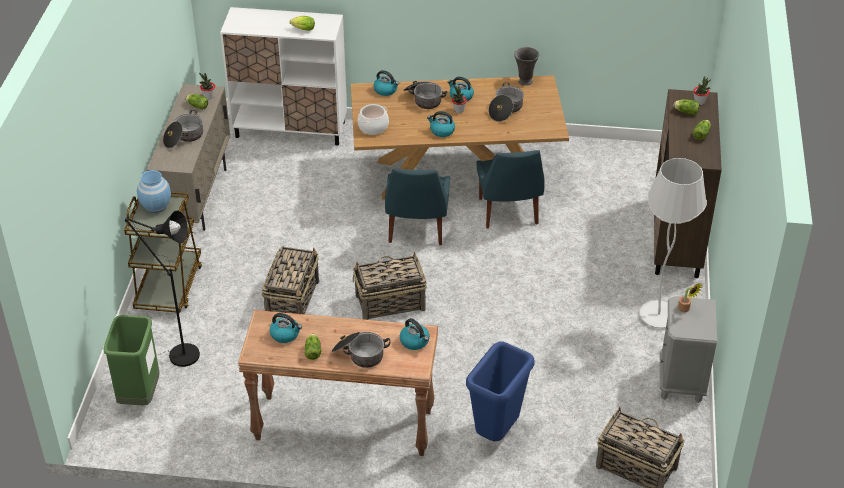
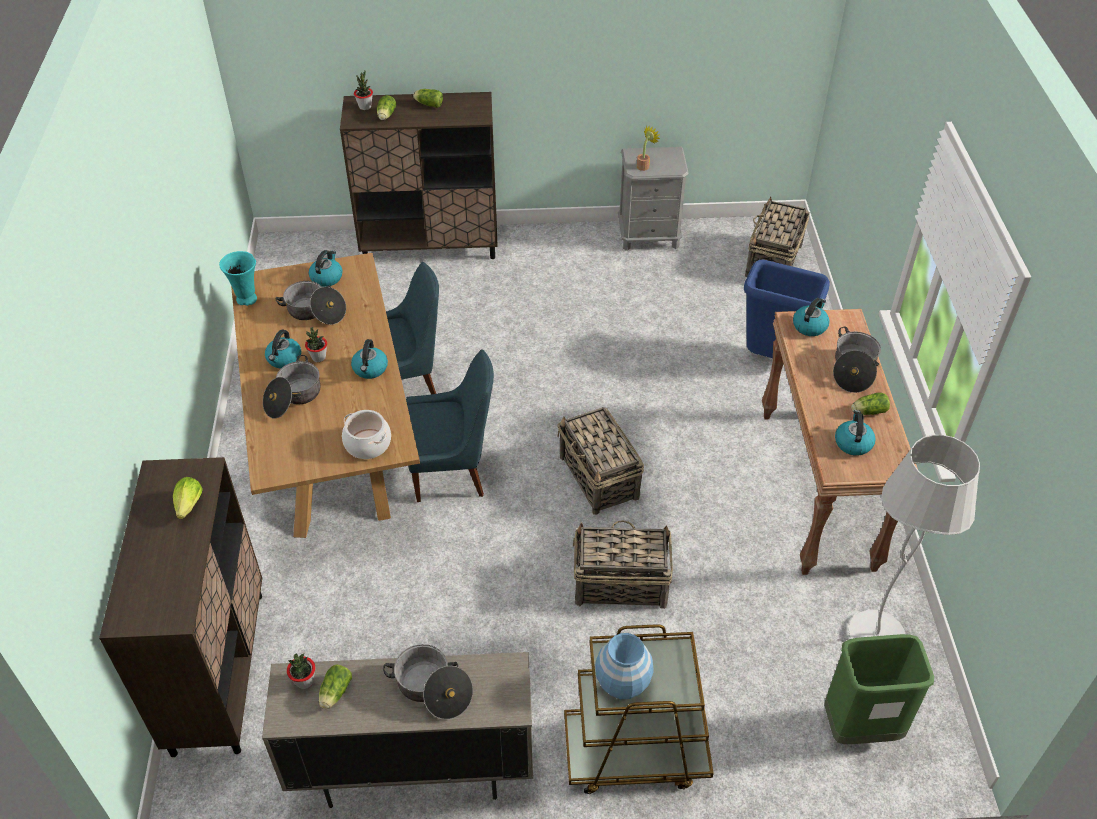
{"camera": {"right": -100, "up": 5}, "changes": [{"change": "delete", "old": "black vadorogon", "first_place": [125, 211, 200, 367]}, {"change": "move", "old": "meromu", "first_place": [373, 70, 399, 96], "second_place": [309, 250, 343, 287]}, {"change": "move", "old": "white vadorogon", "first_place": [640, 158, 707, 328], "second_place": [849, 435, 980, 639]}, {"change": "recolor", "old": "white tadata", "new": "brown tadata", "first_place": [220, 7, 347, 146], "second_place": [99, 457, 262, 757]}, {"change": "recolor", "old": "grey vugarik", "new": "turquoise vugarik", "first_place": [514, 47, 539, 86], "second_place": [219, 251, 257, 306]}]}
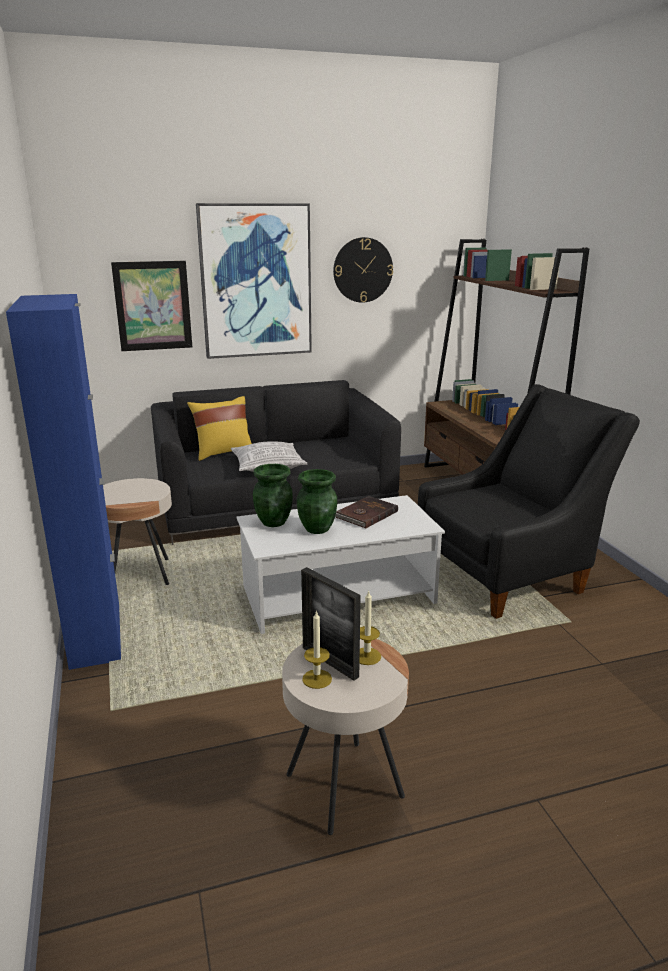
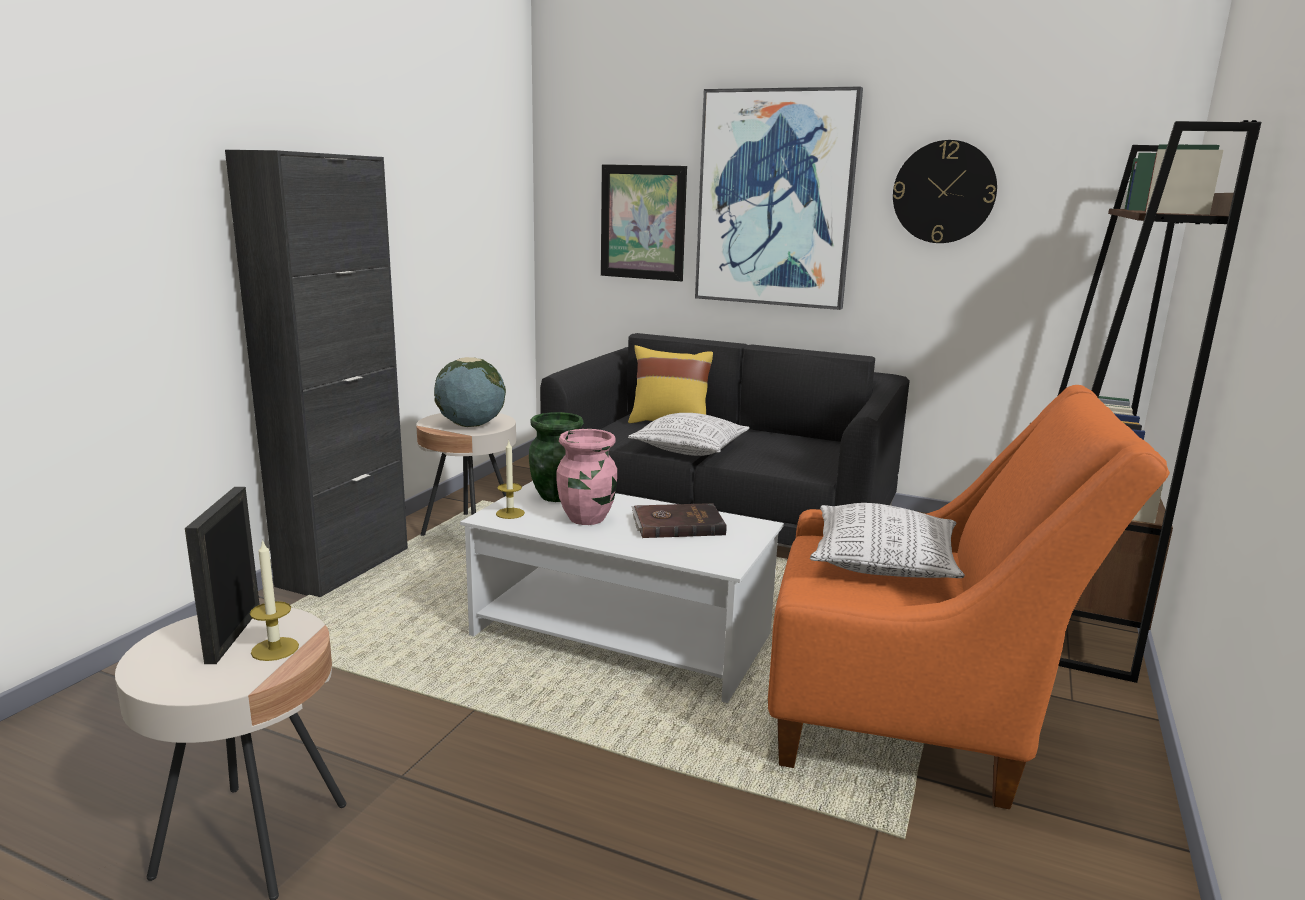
{"camera": {"right": 40, "up": -5}, "changes": [{"change": "insert", "new": "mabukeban", "second_place": [434, 357, 506, 427]}, {"change": "insert", "new": "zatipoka", "second_place": [810, 503, 965, 578]}, {"change": "move", "old": "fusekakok", "first_place": [302, 610, 332, 689], "second_place": [496, 441, 525, 519]}, {"change": "recolor", "old": "blue tadata", "new": "black tadata", "first_place": [6, 294, 121, 670], "second_place": [225, 150, 408, 597]}, {"change": "recolor", "old": "green vugarik", "new": "pink vugarik", "first_place": [297, 469, 337, 534], "second_place": [557, 429, 617, 525]}, {"change": "recolor", "old": "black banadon", "new": "orange banadon", "first_place": [418, 384, 640, 619], "second_place": [768, 385, 1170, 809]}]}
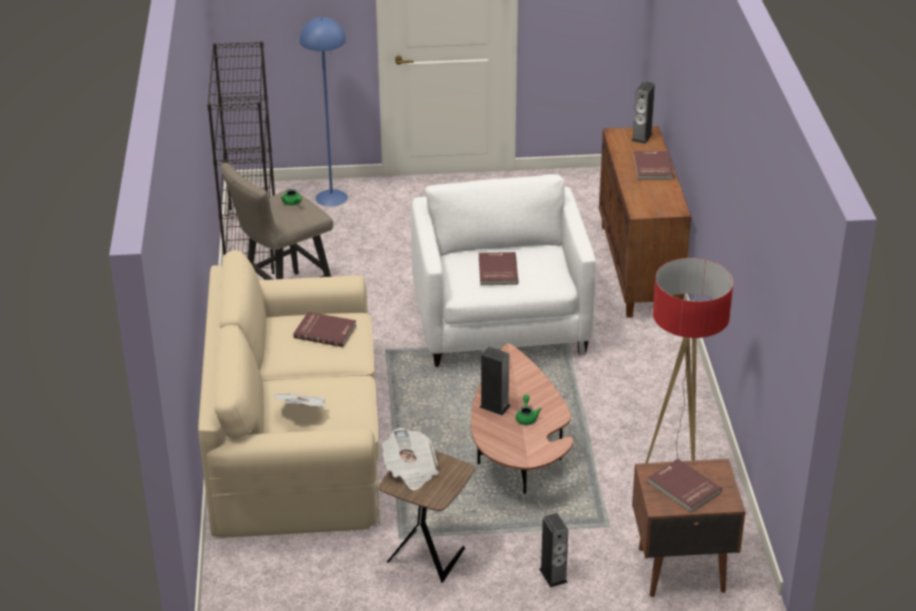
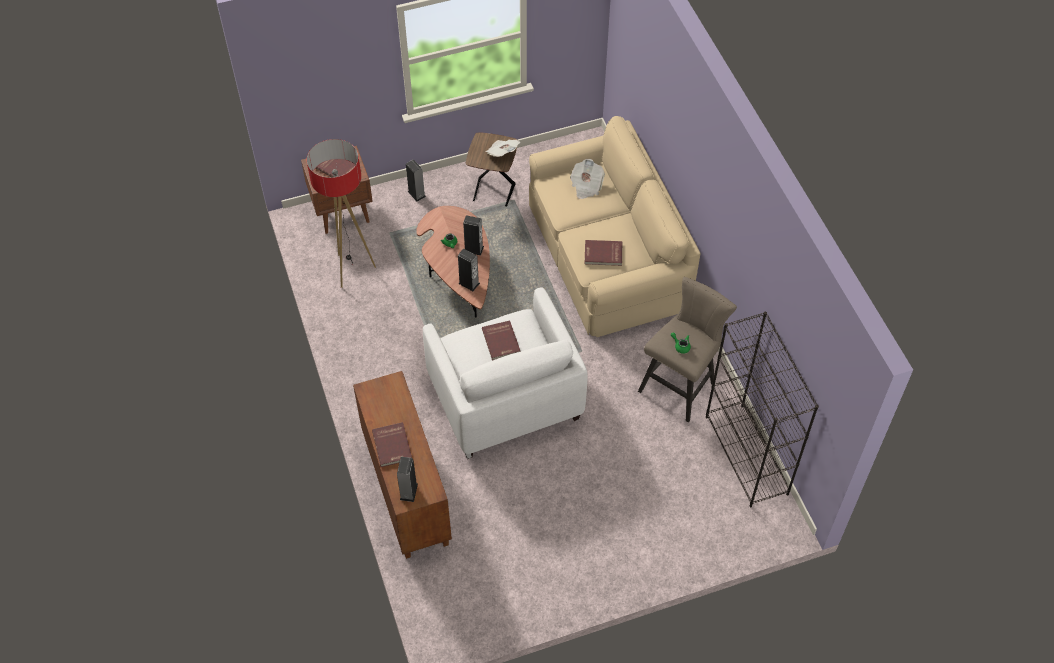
{"camera": {"right": 165, "up": 20}, "changes": [{"change": "delete", "old": "blue vadorogon", "first_place": [300, 17, 348, 206]}, {"change": "insert", "new": "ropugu", "second_place": [458, 249, 480, 291]}]}
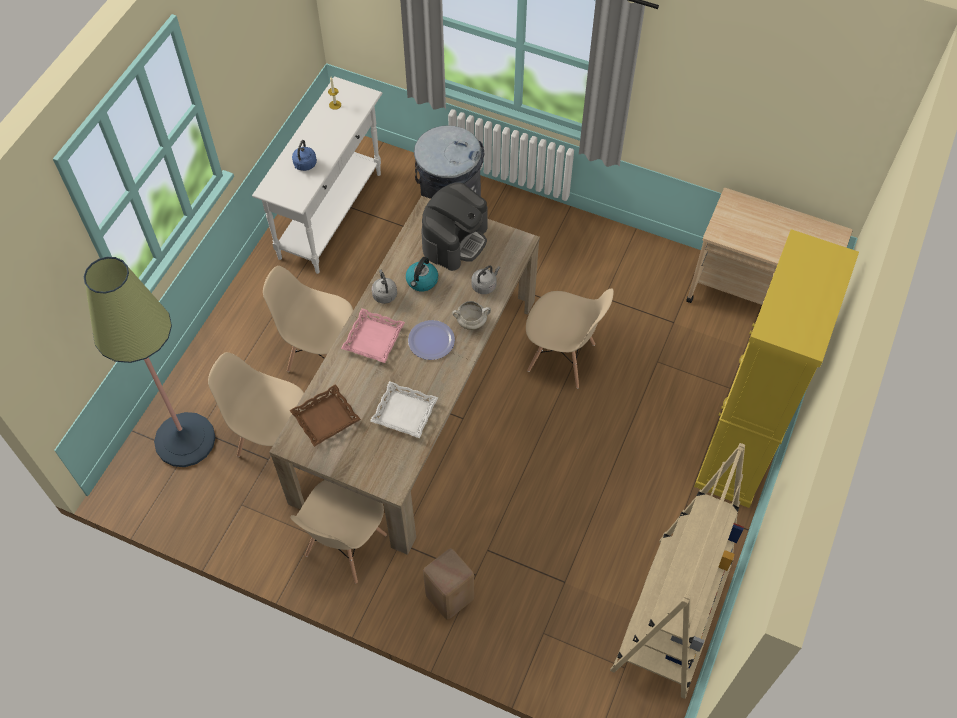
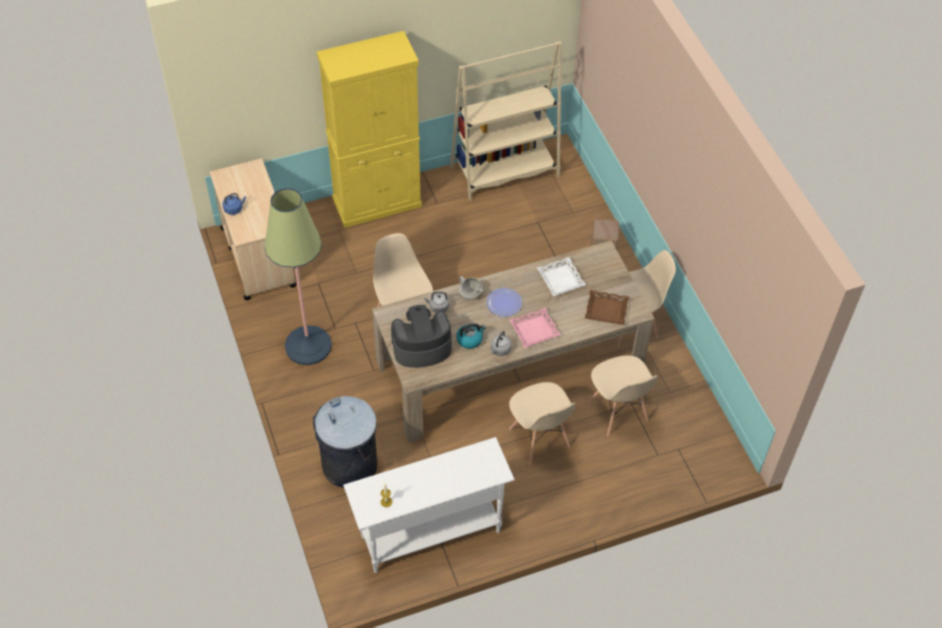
{"camera": {"right": -135, "up": -5}, "changes": [{"change": "move", "old": "vadorogon", "first_place": [84, 257, 216, 467], "second_place": [265, 188, 332, 365]}, {"change": "move", "old": "blue meromu", "first_place": [292, 140, 317, 171], "second_place": [223, 193, 246, 215]}]}
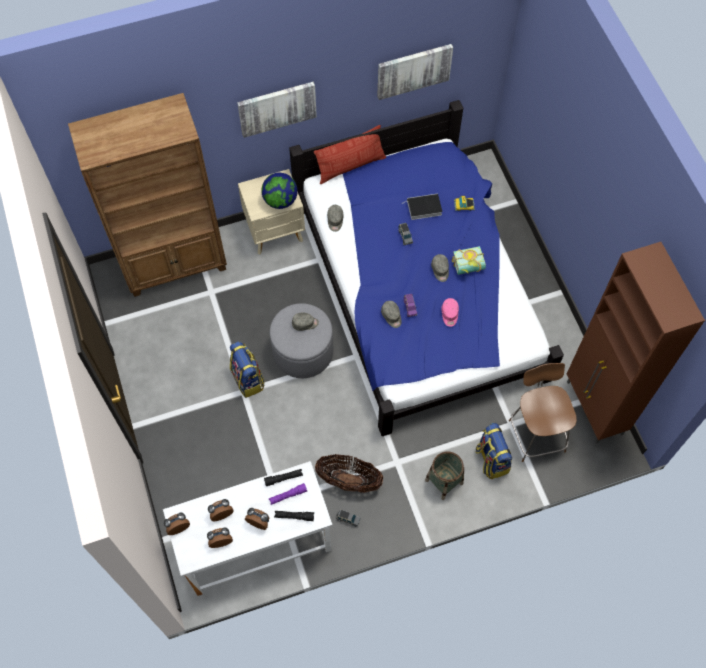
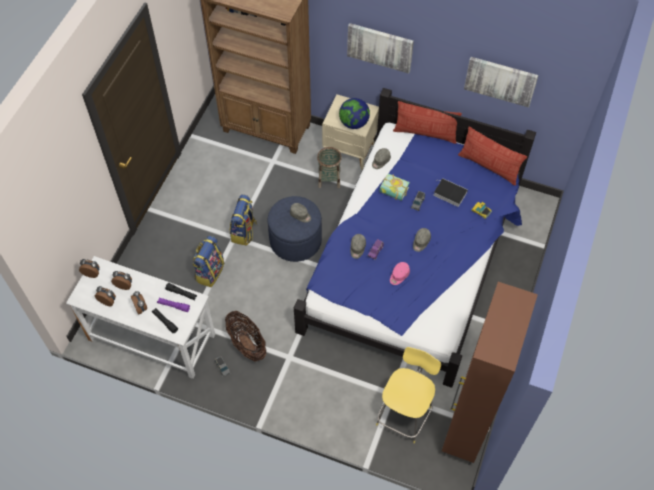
{"camera": {"right": 40, "up": -5}, "changes": [{"change": "insert", "new": "zatipoka", "second_place": [458, 126, 527, 186]}, {"change": "move", "old": "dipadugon", "first_place": [425, 451, 464, 500], "second_place": [317, 147, 342, 188]}, {"change": "move", "old": "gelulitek", "first_place": [452, 246, 486, 275], "second_place": [379, 174, 410, 201]}, {"change": "move", "old": "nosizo", "first_place": [475, 423, 512, 479], "second_place": [193, 236, 224, 287]}, {"change": "recolor", "old": "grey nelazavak", "new": "blue nelazavak", "first_place": [270, 303, 333, 378], "second_place": [267, 196, 322, 262]}, {"change": "recolor", "old": "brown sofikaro", "new": "yellow sofikaro", "first_place": [509, 363, 577, 462], "second_place": [376, 347, 441, 443]}]}
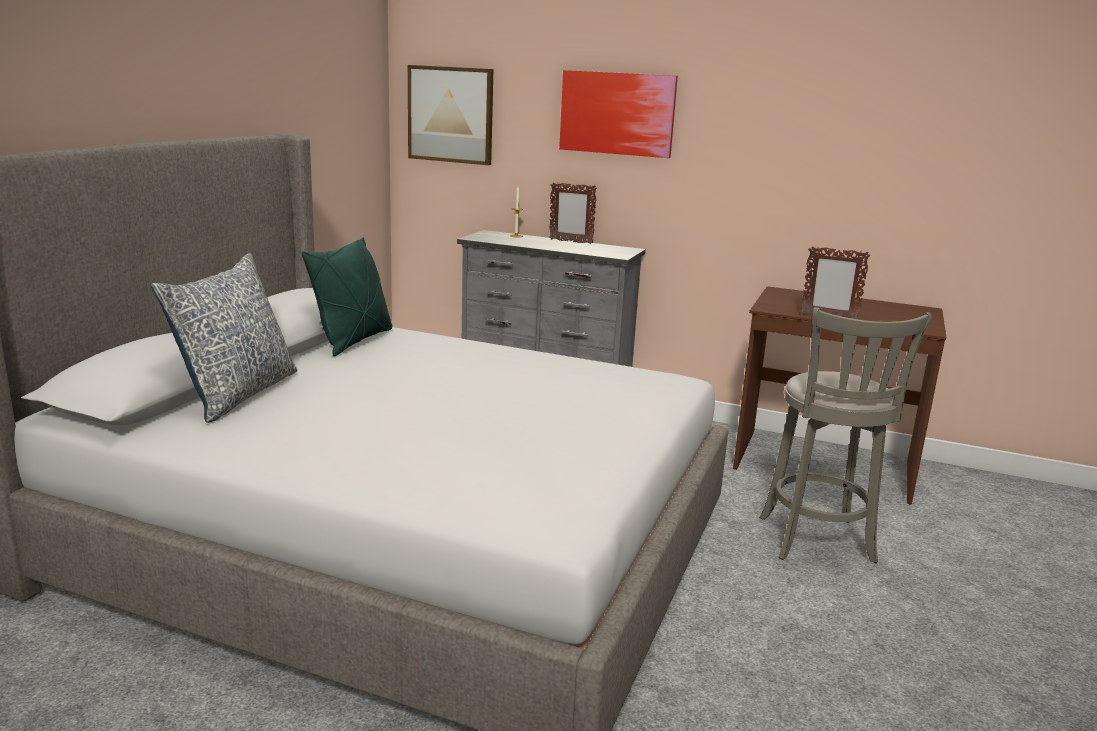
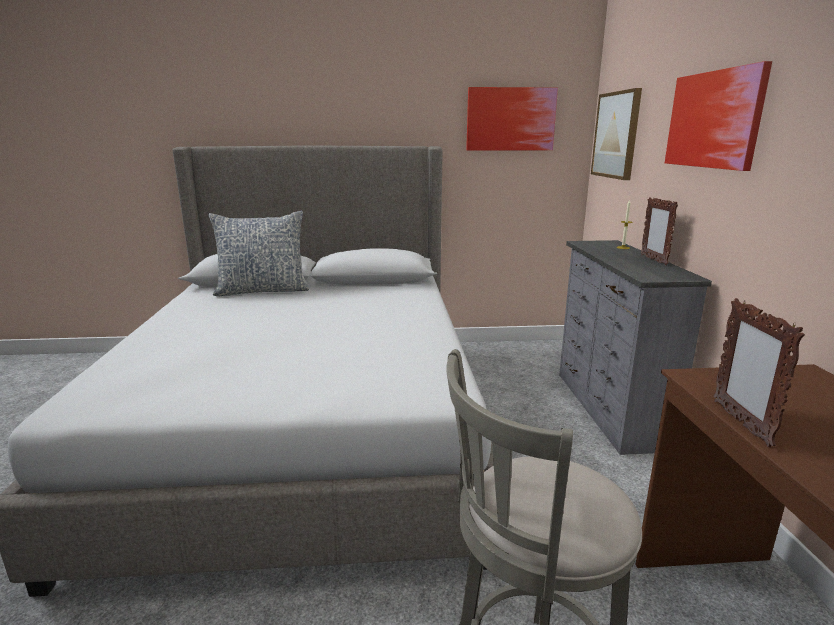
{"camera": {"right": 65, "up": 0}, "changes": [{"change": "delete", "old": "green zatipoka", "first_place": [302, 238, 392, 356]}, {"change": "insert", "new": "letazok", "second_place": [466, 87, 558, 151]}]}
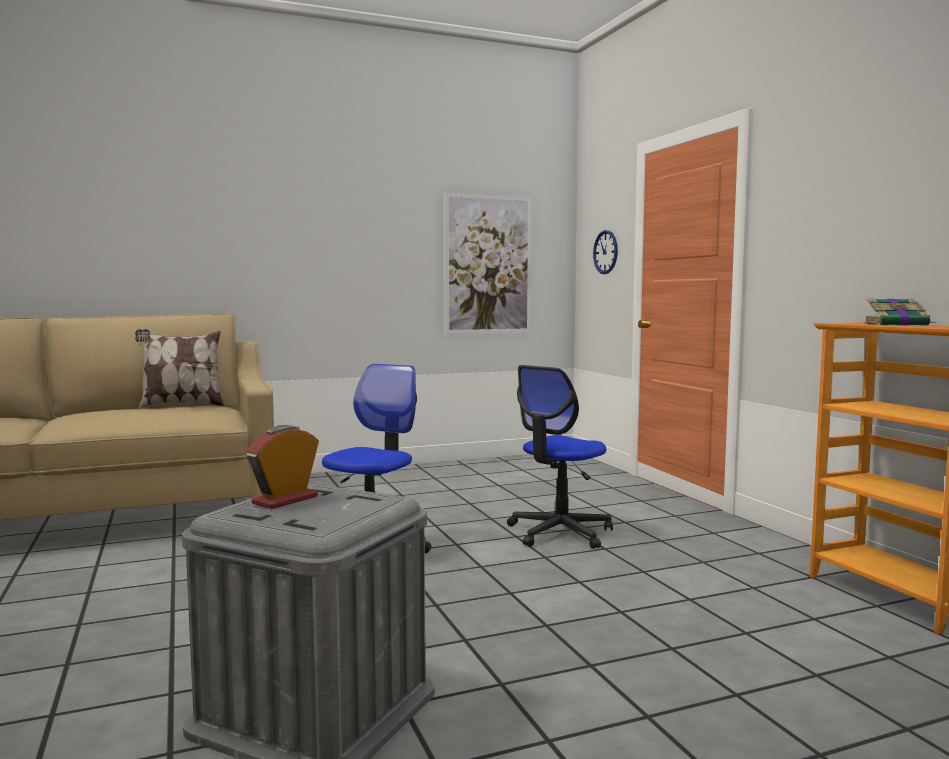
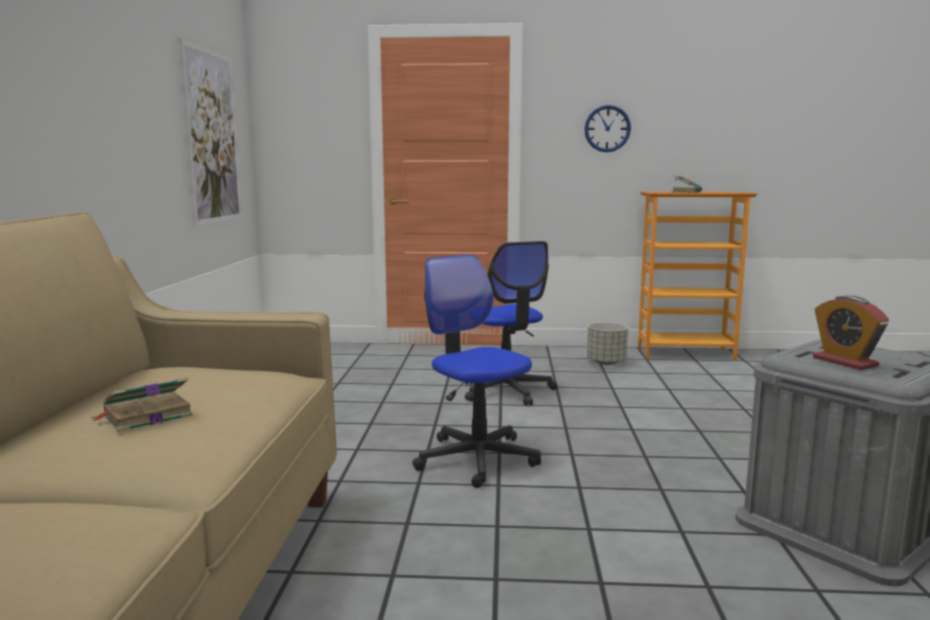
{"camera": {"right": -65, "up": 5}, "changes": [{"change": "delete", "old": "zatipoka", "first_place": [135, 329, 224, 409]}, {"change": "insert", "new": "gelulitek", "second_place": [91, 378, 193, 432]}, {"change": "insert", "new": "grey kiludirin", "second_place": [587, 322, 628, 365]}, {"change": "move", "old": "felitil", "first_place": [593, 230, 618, 274], "second_place": [584, 105, 631, 152]}]}
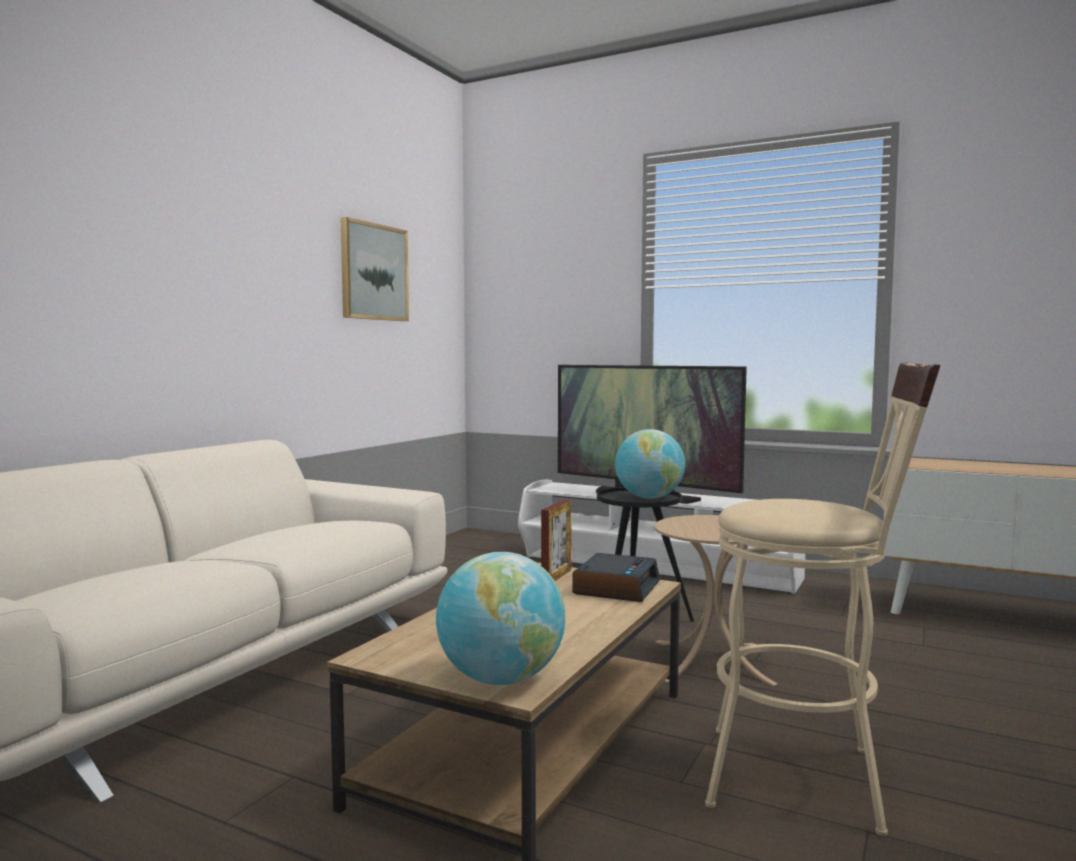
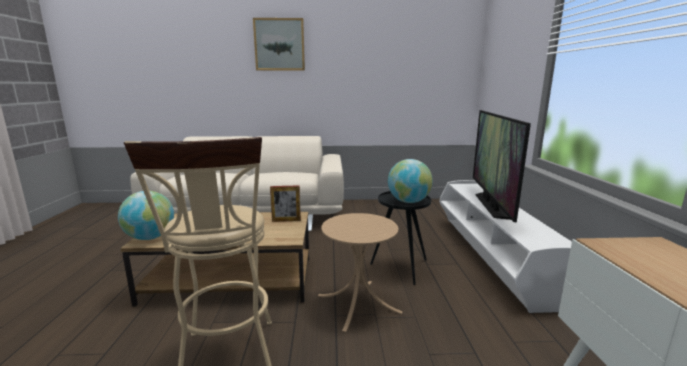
{"camera": {"right": 60, "up": 10}, "changes": [{"change": "delete", "old": "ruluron", "first_place": [572, 553, 660, 602]}, {"change": "move", "old": "letazok", "first_place": [341, 217, 409, 321], "second_place": [253, 18, 305, 71]}]}
